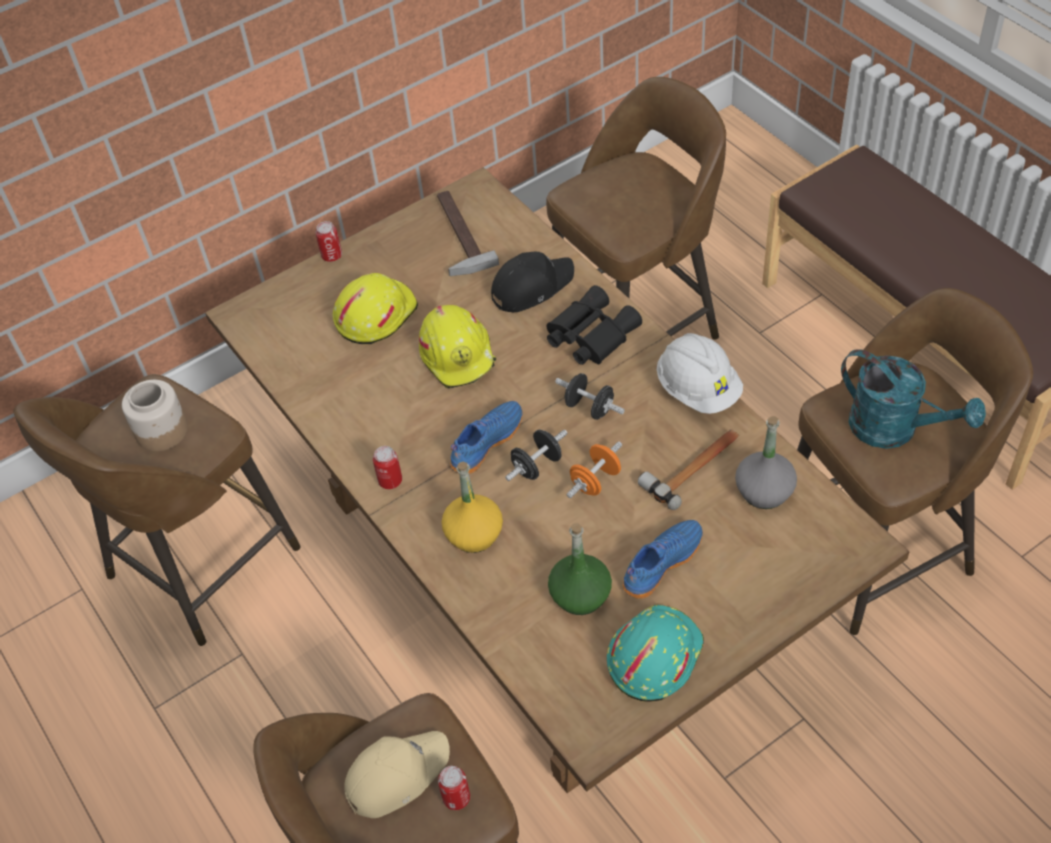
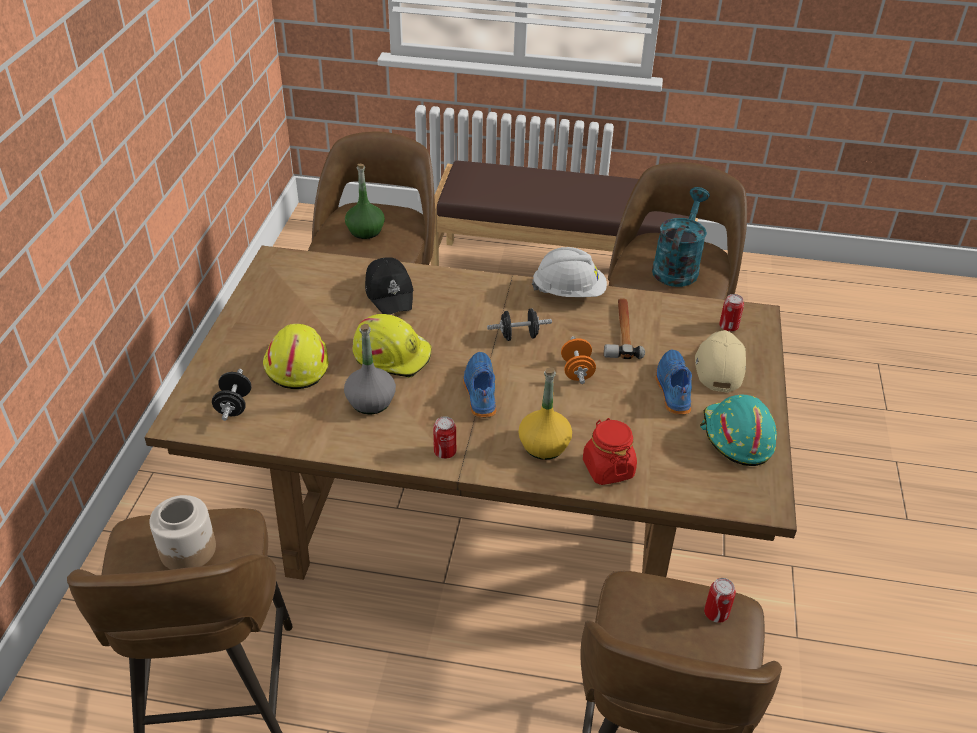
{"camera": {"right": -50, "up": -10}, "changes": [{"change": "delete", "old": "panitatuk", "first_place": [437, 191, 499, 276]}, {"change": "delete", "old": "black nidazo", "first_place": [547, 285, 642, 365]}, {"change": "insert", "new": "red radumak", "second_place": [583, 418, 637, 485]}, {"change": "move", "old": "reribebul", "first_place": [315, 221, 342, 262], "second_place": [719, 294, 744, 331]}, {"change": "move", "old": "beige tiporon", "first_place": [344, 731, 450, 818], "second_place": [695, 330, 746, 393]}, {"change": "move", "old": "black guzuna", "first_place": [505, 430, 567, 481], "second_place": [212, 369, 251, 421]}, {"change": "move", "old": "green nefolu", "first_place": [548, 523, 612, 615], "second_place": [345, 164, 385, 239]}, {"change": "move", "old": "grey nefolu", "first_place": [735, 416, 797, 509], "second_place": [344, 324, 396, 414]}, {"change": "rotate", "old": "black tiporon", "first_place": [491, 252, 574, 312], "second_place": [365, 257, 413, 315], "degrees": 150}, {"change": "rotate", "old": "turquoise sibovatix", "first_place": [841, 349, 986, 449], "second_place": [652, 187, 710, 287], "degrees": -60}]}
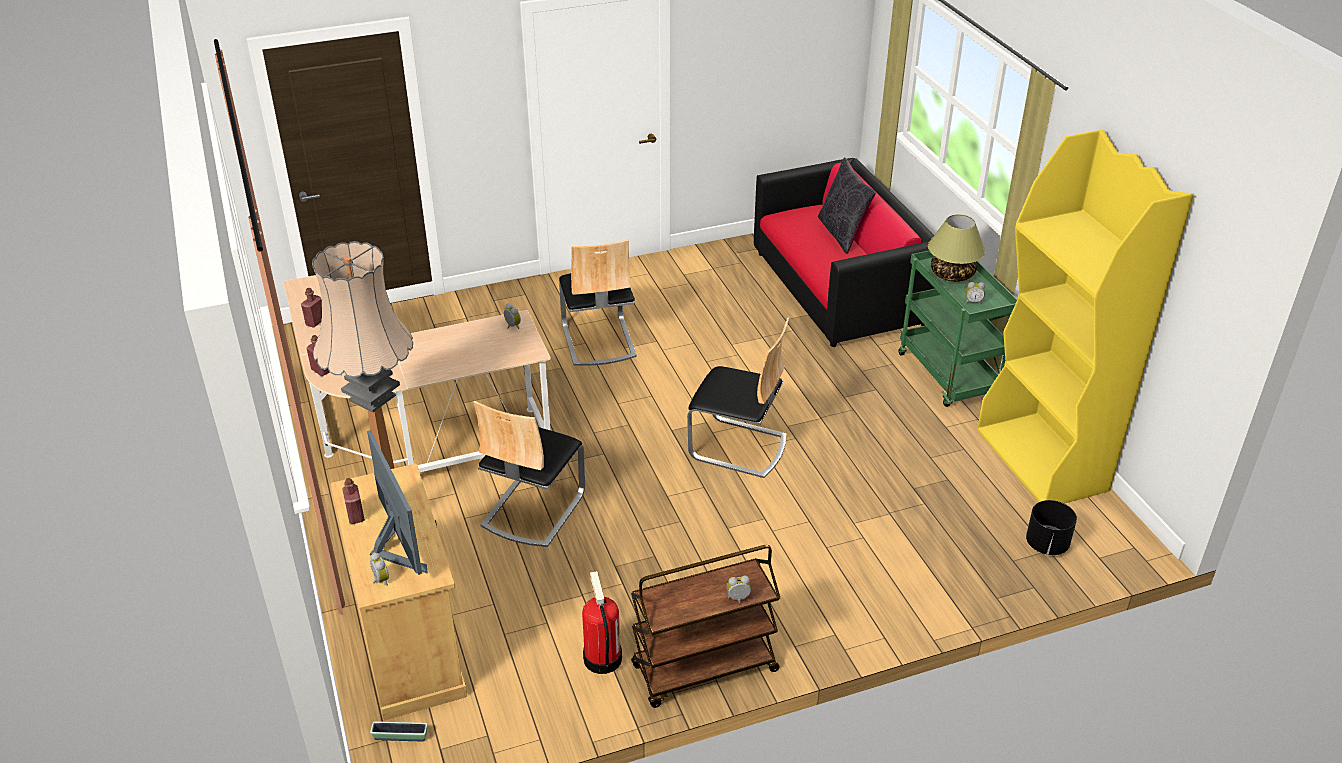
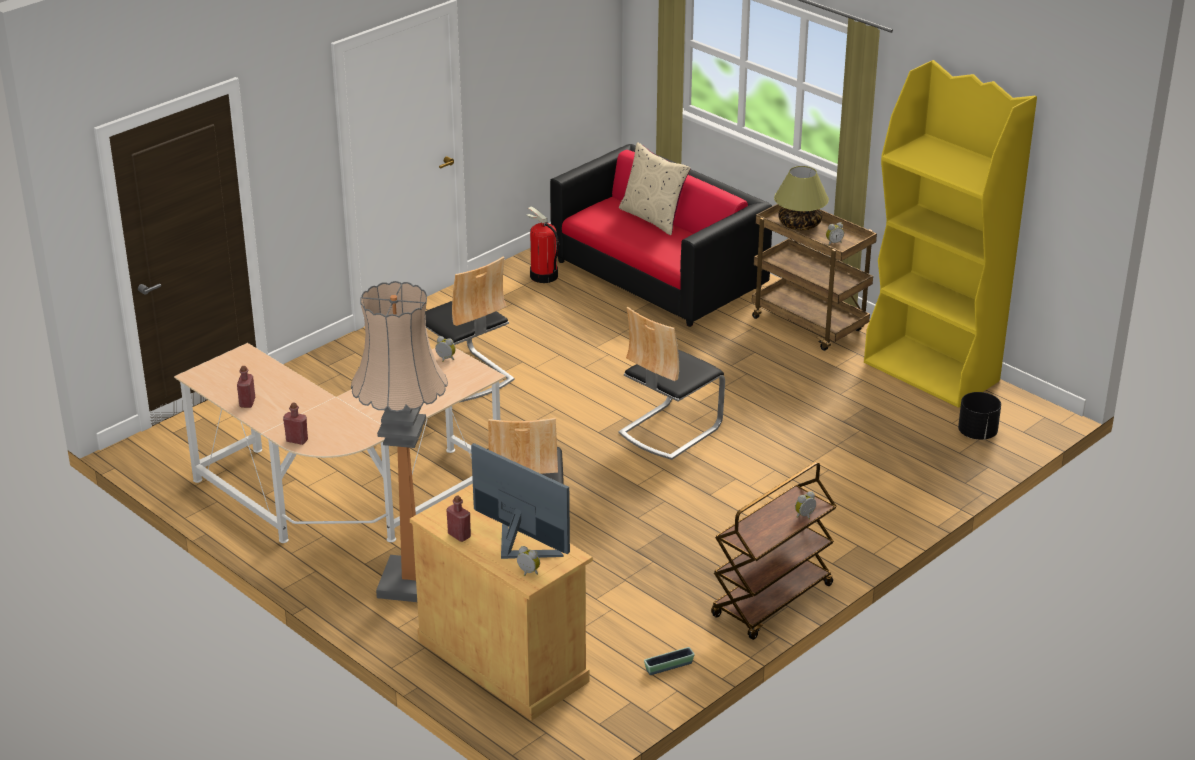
{"camera": {"right": -25, "up": -5}, "changes": [{"change": "move", "old": "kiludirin", "first_place": [370, 722, 428, 741], "second_place": [644, 647, 695, 675]}, {"change": "move", "old": "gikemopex", "first_place": [582, 571, 622, 674], "second_place": [527, 206, 559, 283]}, {"change": "recolor", "old": "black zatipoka", "new": "beige zatipoka", "first_place": [818, 157, 876, 254], "second_place": [619, 142, 691, 235]}, {"change": "recolor", "old": "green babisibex", "new": "brown babisibex", "first_place": [898, 250, 1018, 407], "second_place": [752, 204, 877, 351]}, {"change": "rotate", "old": "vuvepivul", "first_place": [687, 317, 789, 478], "second_place": [619, 307, 725, 460], "degrees": 135}]}
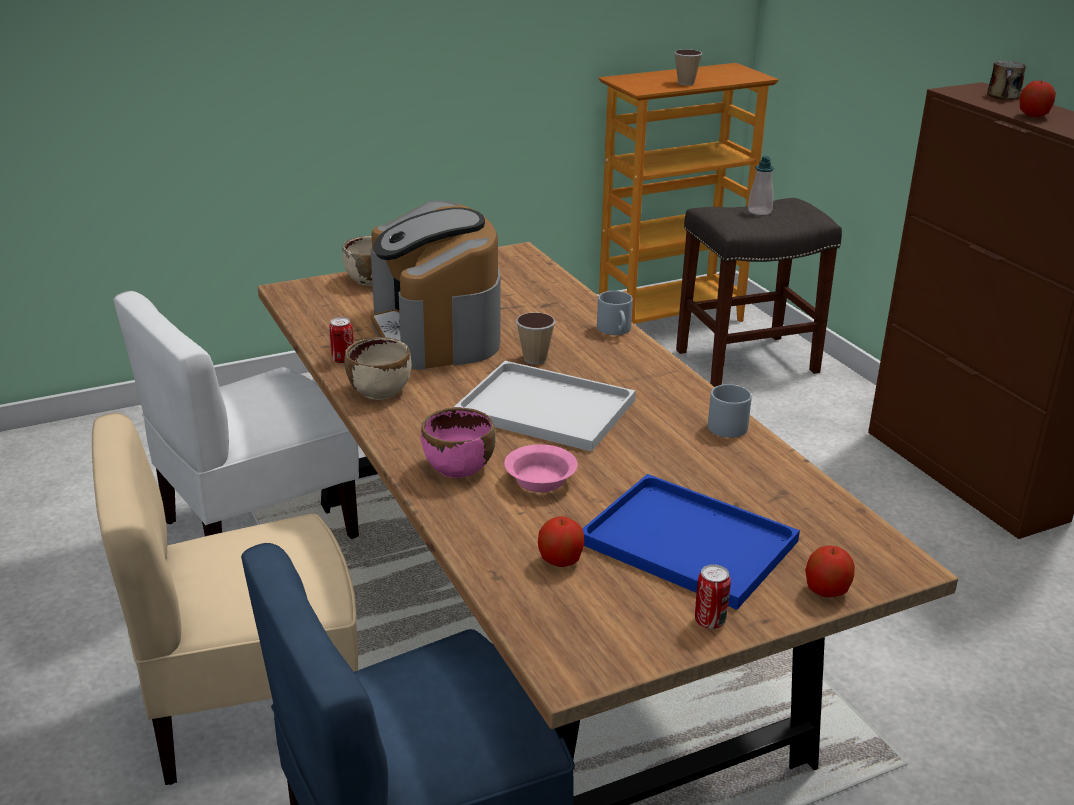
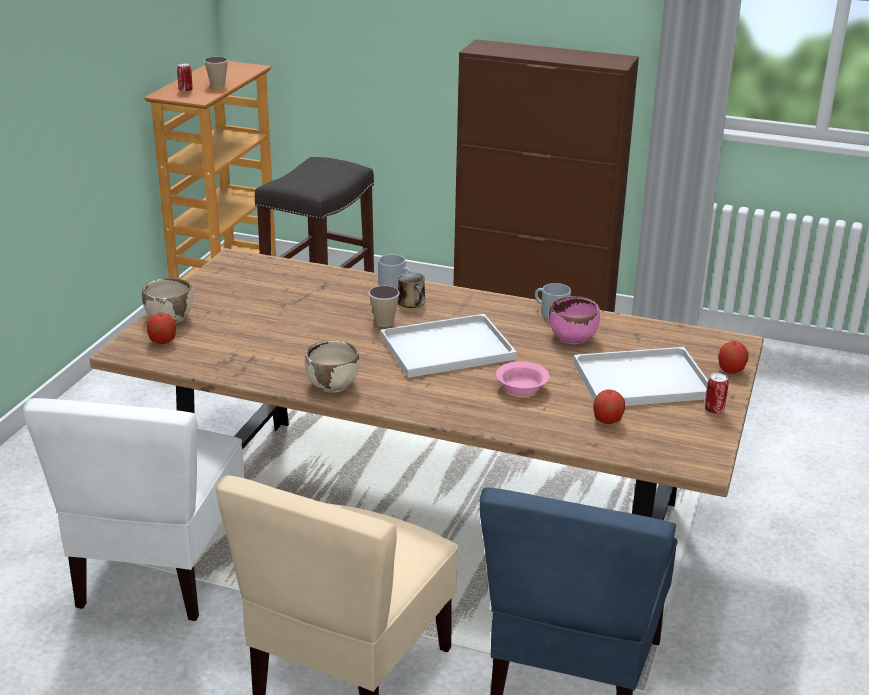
{"camera": {"right": -45, "up": 0}, "changes": [{"change": "delete", "old": "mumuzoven", "first_place": [370, 200, 500, 370]}, {"change": "delete", "old": "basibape", "first_place": [748, 156, 774, 215]}, {"change": "move", "old": "reribebul", "first_place": [329, 317, 353, 364], "second_place": [177, 63, 193, 92]}, {"change": "move", "old": "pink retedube", "first_place": [421, 407, 495, 478], "second_place": [549, 296, 600, 344]}, {"change": "move", "old": "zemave", "first_place": [987, 61, 1026, 100], "second_place": [398, 272, 425, 308]}, {"change": "move", "old": "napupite", "first_place": [1020, 79, 1056, 117], "second_place": [147, 313, 176, 344]}, {"change": "recolor", "old": "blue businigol", "new": "white businigol", "first_place": [582, 474, 800, 610], "second_place": [573, 347, 708, 406]}]}
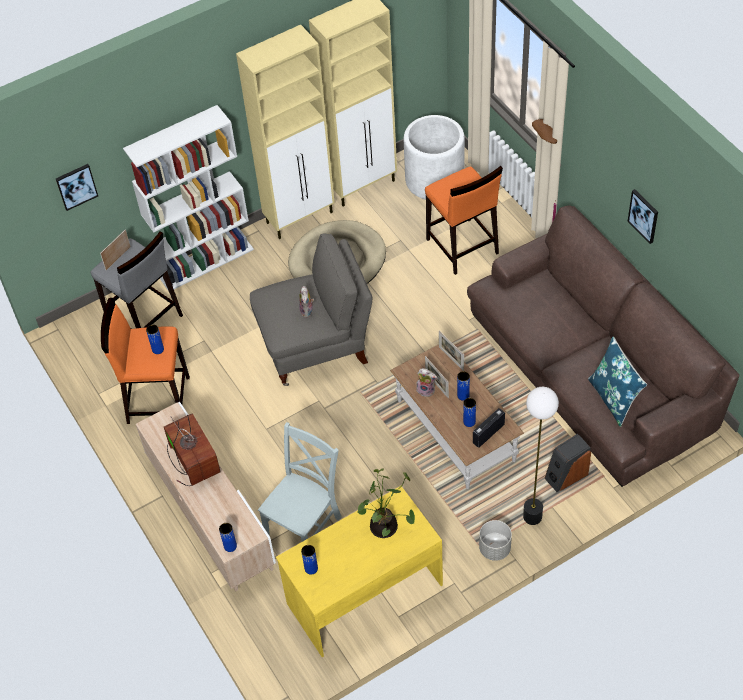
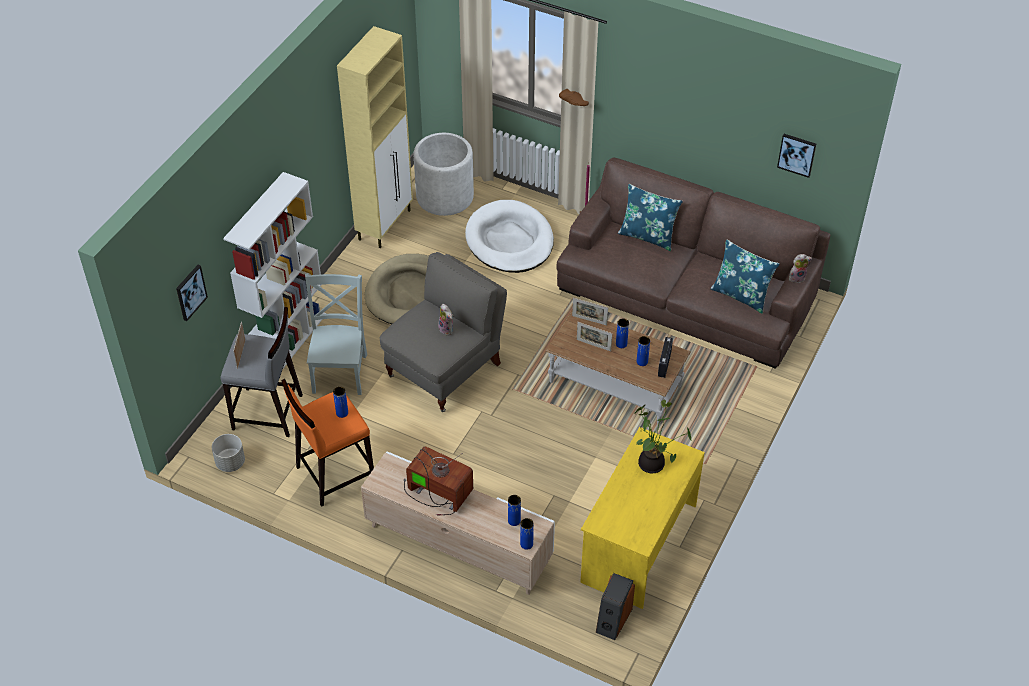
{"camera": {"right": -35, "up": -5}, "changes": [{"change": "delete", "old": "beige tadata", "first_place": [236, 25, 335, 239]}, {"change": "delete", "old": "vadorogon", "first_place": [523, 387, 559, 525]}, {"change": "insert", "new": "blue zatipoka", "second_place": [618, 184, 683, 251]}, {"change": "move", "old": "grey vuvepivul", "first_place": [258, 422, 342, 542], "second_place": [305, 273, 367, 395]}, {"change": "move", "old": "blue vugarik", "first_place": [301, 545, 318, 575], "second_place": [508, 495, 521, 526]}, {"change": "move", "old": "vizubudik", "first_place": [416, 368, 437, 397], "second_place": [789, 254, 812, 283]}, {"change": "move", "old": "grey kiludirin", "first_place": [479, 520, 512, 561], "second_place": [212, 434, 245, 472]}, {"change": "move", "old": "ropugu", "first_place": [544, 434, 591, 492], "second_place": [596, 573, 635, 640]}, {"change": "move", "old": "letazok", "first_place": [628, 189, 658, 244], "second_place": [777, 134, 816, 178]}, {"change": "replace", "old": "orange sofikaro", "new": "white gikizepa", "first_place": [425, 166, 503, 275], "second_place": [465, 200, 554, 273]}]}
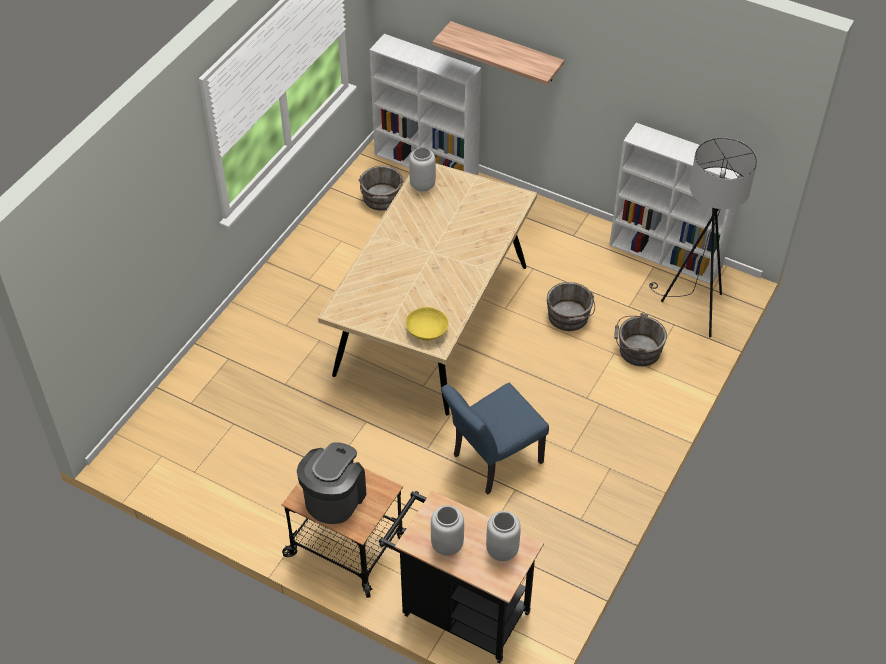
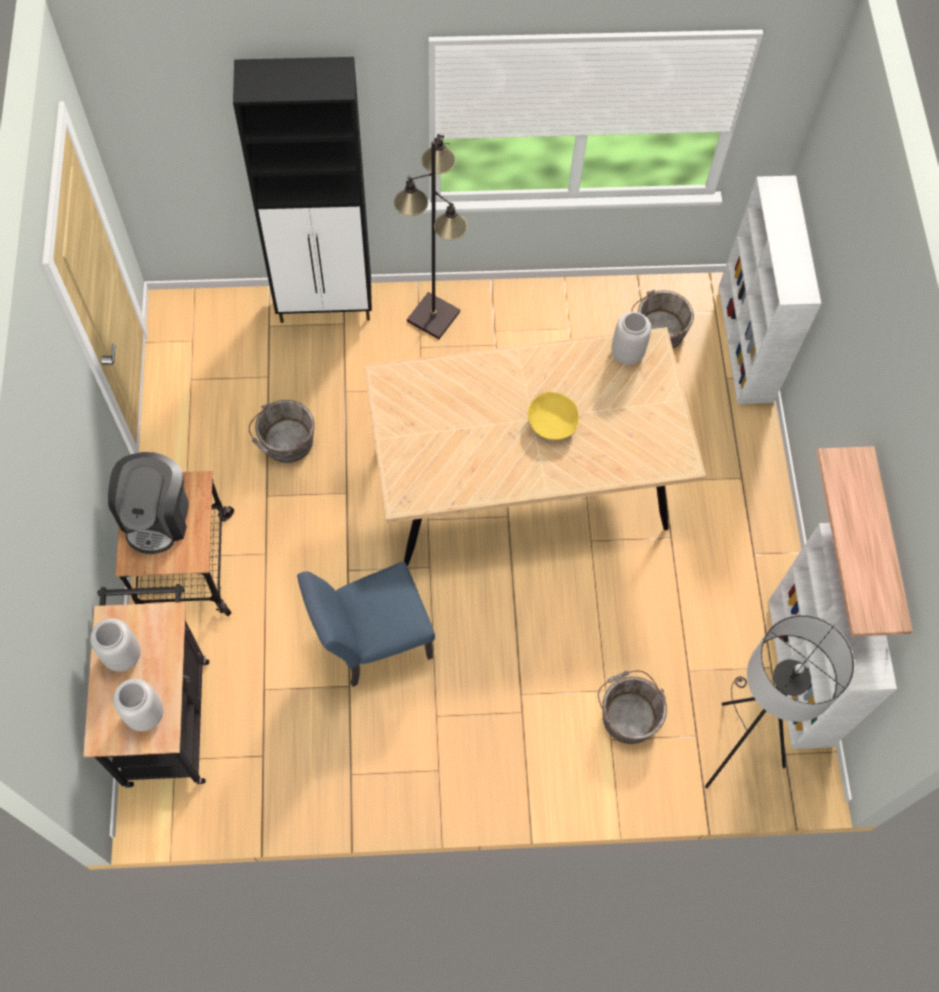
{"camera": {"right": 55, "up": 15}, "changes": [{"change": "insert", "new": "black tadata", "second_place": [233, 57, 372, 323]}, {"change": "insert", "new": "black vadorogon", "second_place": [394, 134, 468, 339]}, {"change": "move", "old": "yellow retedube", "first_place": [406, 307, 449, 341], "second_place": [528, 392, 579, 440]}, {"change": "move", "old": "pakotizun", "first_place": [433, 21, 564, 85], "second_place": [817, 446, 913, 637]}, {"change": "move", "old": "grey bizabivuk", "first_place": [547, 282, 595, 331], "second_place": [249, 400, 315, 463]}, {"change": "rotate", "old": "mumuzoven", "first_place": [297, 442, 367, 524], "second_place": [108, 452, 188, 554], "degrees": 105}, {"change": "rotate", "old": "blue vuvepivul", "first_place": [441, 383, 549, 494], "second_place": [297, 562, 435, 687], "degrees": -45}]}
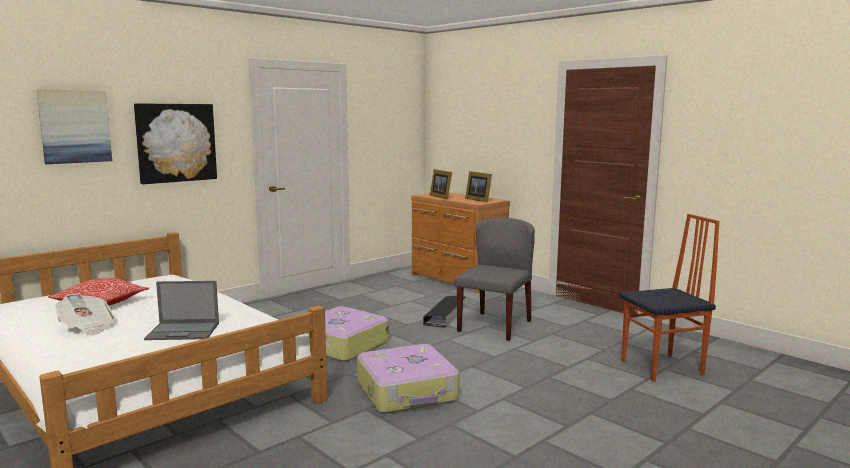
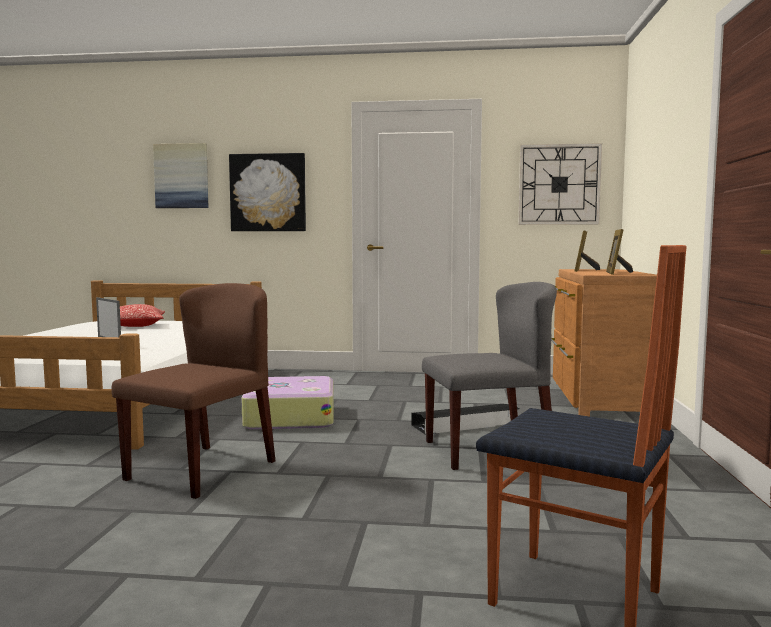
{"camera": {"right": 50, "up": -5}, "changes": [{"change": "delete", "old": "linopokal", "first_place": [55, 294, 116, 336]}, {"change": "insert", "new": "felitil", "second_place": [518, 143, 602, 225]}, {"change": "replace", "old": "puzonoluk", "new": "brown vuvepivul", "first_place": [357, 344, 460, 414], "second_place": [111, 283, 276, 499]}]}
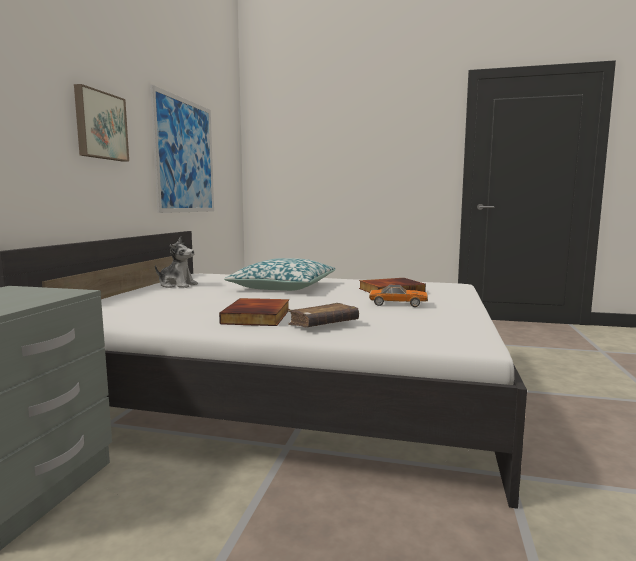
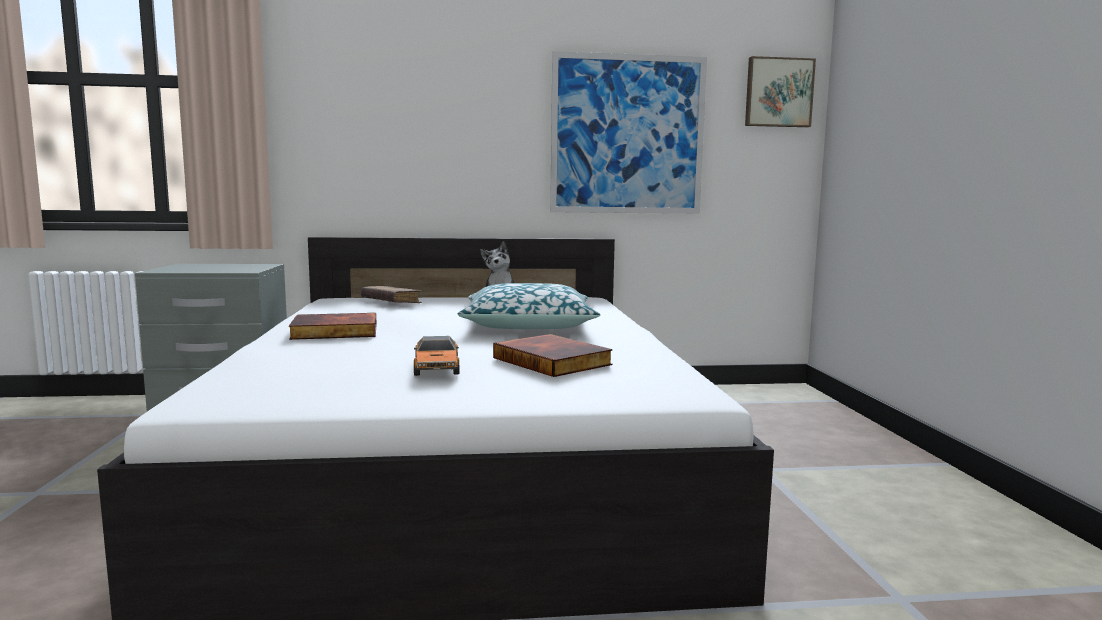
{"camera": {"right": 70, "up": 0}, "changes": [{"change": "move", "old": "letazok", "first_place": [74, 84, 129, 162], "second_place": [745, 56, 816, 127]}, {"change": "move", "old": "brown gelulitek", "first_place": [287, 303, 359, 327], "second_place": [361, 286, 422, 303]}]}
